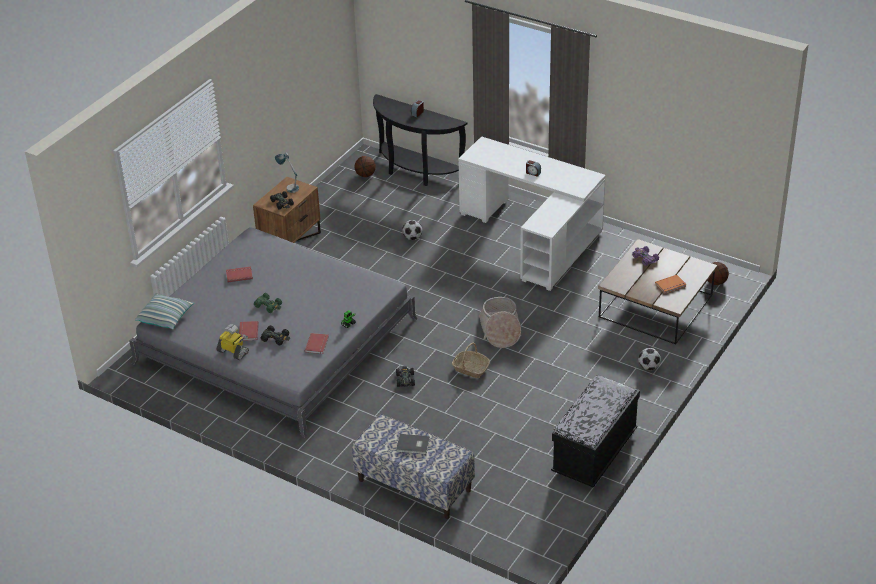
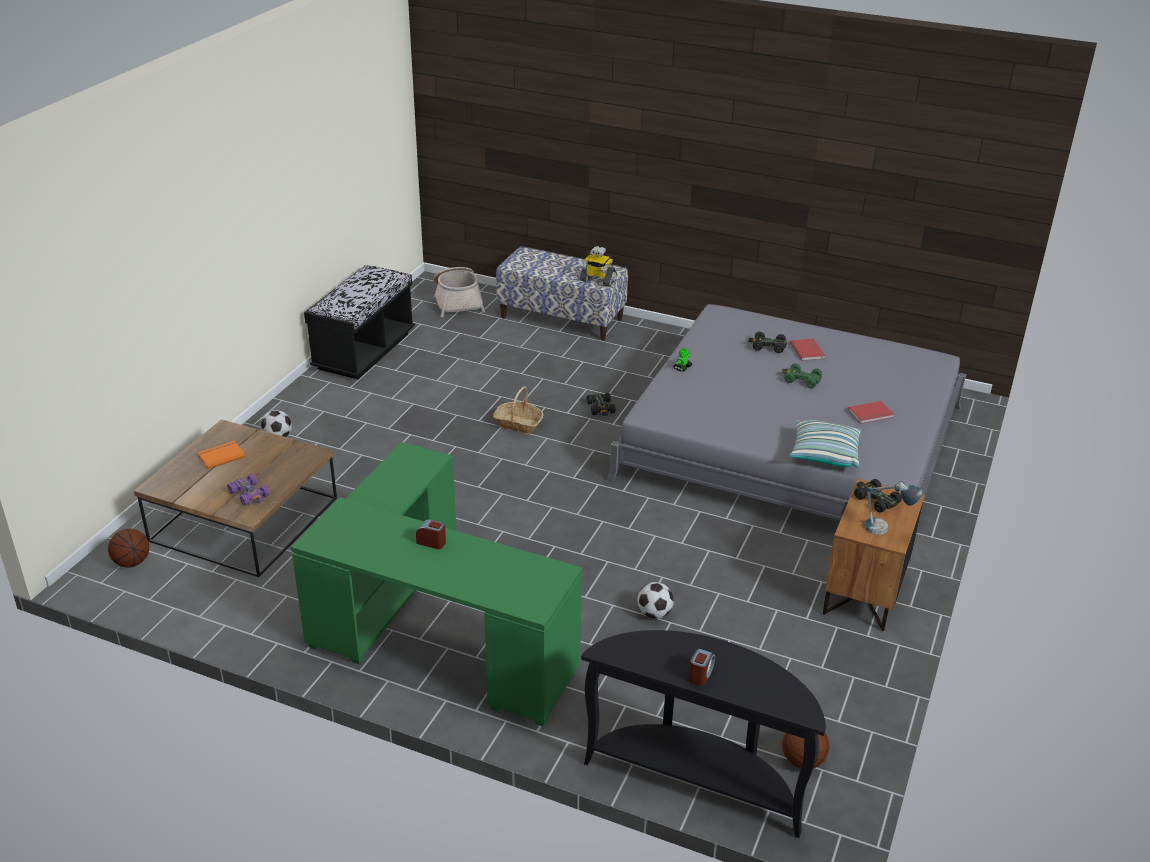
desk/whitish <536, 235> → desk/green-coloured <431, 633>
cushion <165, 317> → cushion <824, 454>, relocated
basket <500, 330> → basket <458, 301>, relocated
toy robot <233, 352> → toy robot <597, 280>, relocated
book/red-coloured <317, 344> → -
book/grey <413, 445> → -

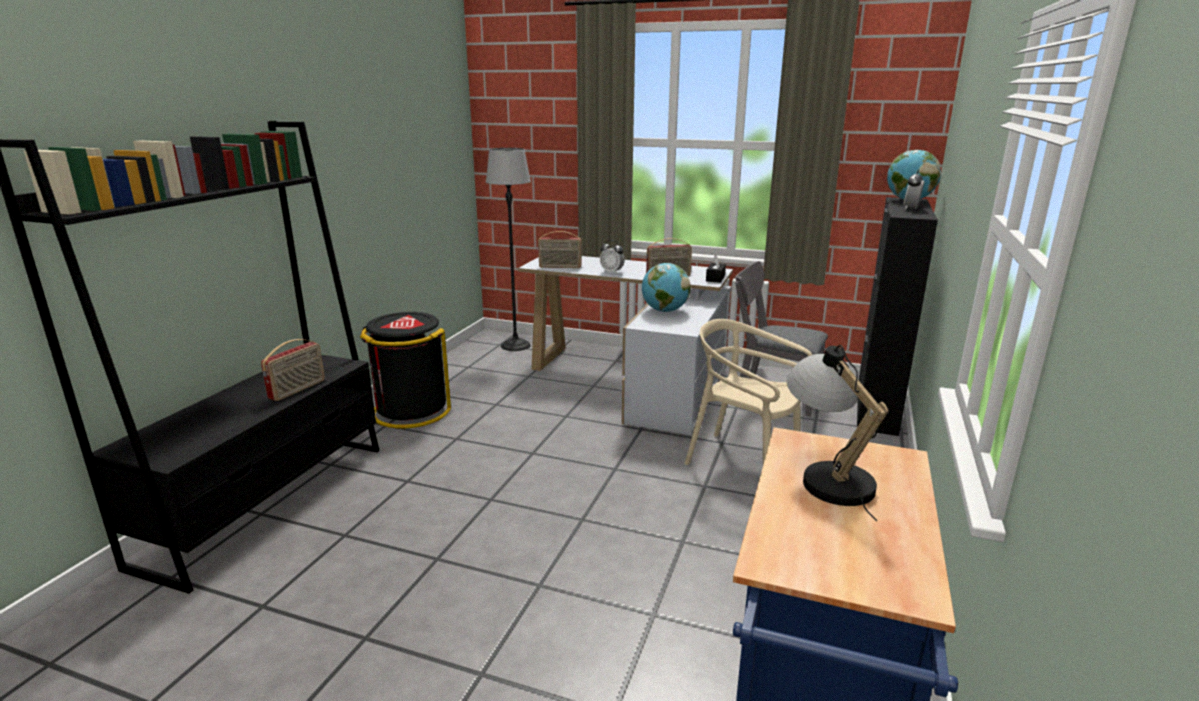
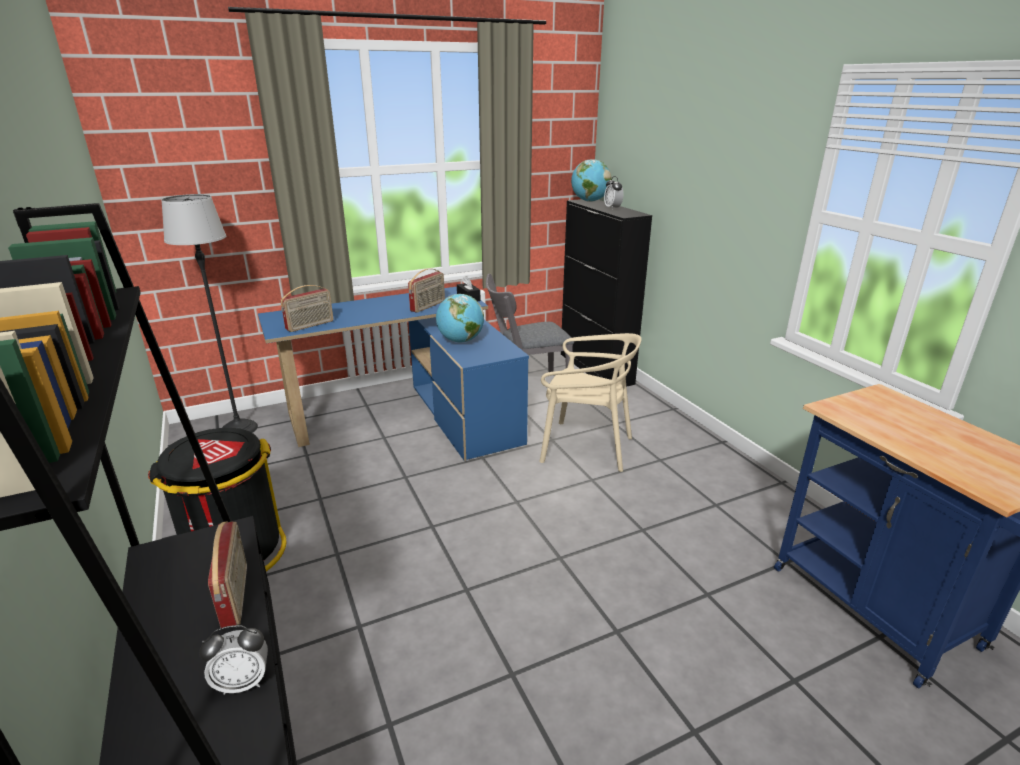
alarm clock <612, 272> → alarm clock <243, 682>, relocated
desk/whitish <635, 380> → desk/blue <411, 416>
plain chair/beige <743, 461> → plain chair/beige <586, 447>, 150 degrees counterclockwise
lamp for a table <827, 476> → -

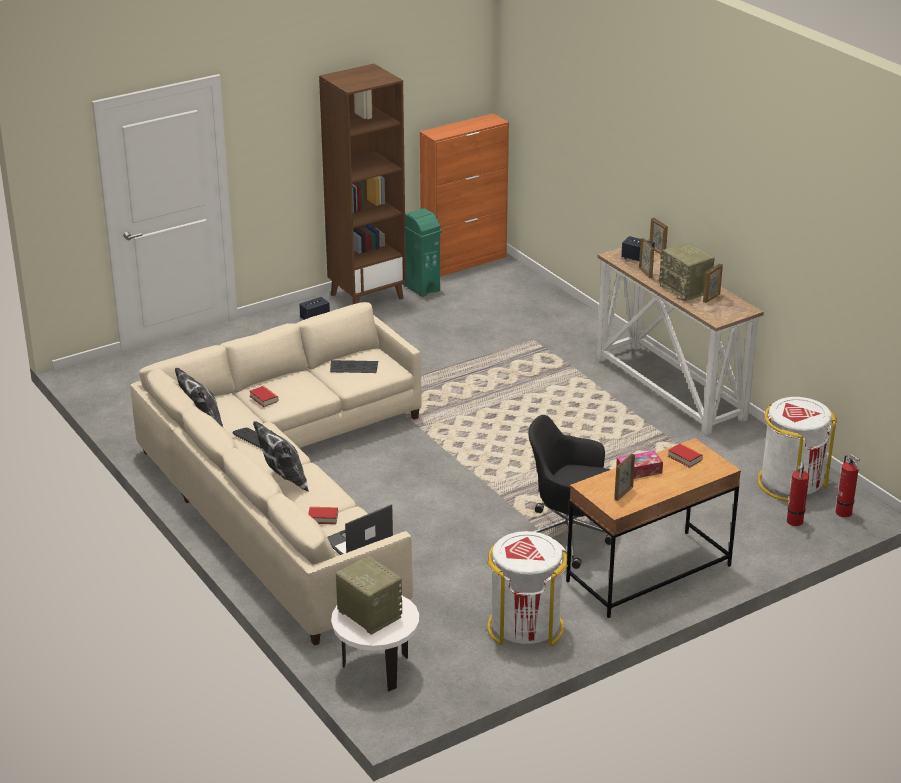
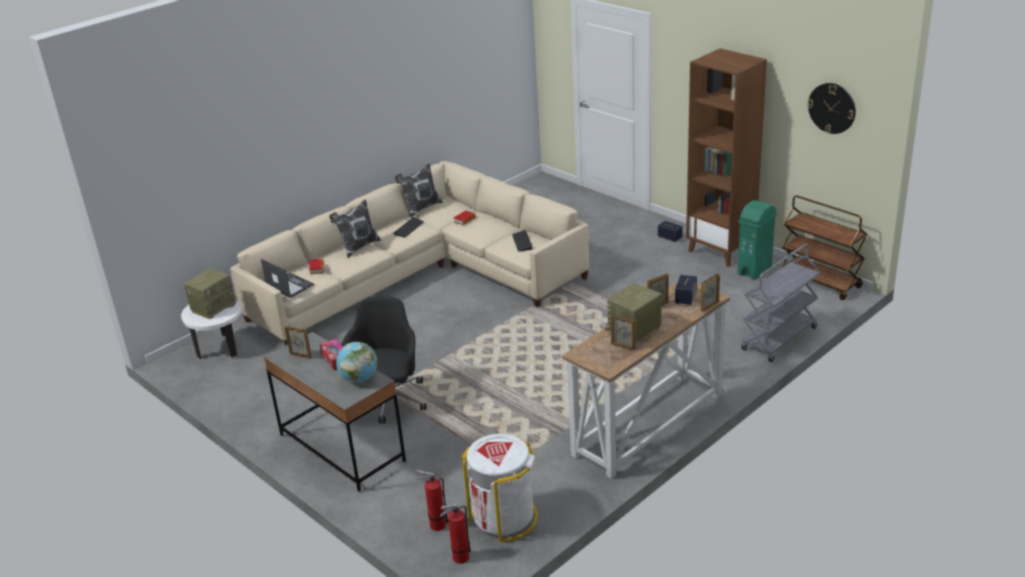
storage cabinet/orange <464, 262> → trolley/brownish <820, 282>
desk/brownish <648, 574> → desk/grey <341, 448>
book <685, 458> → world globe <359, 379>
rubbish bin/whitish <525, 627> → -
- → clock on the wall <832, 108>
- → trolley/grey <779, 339>

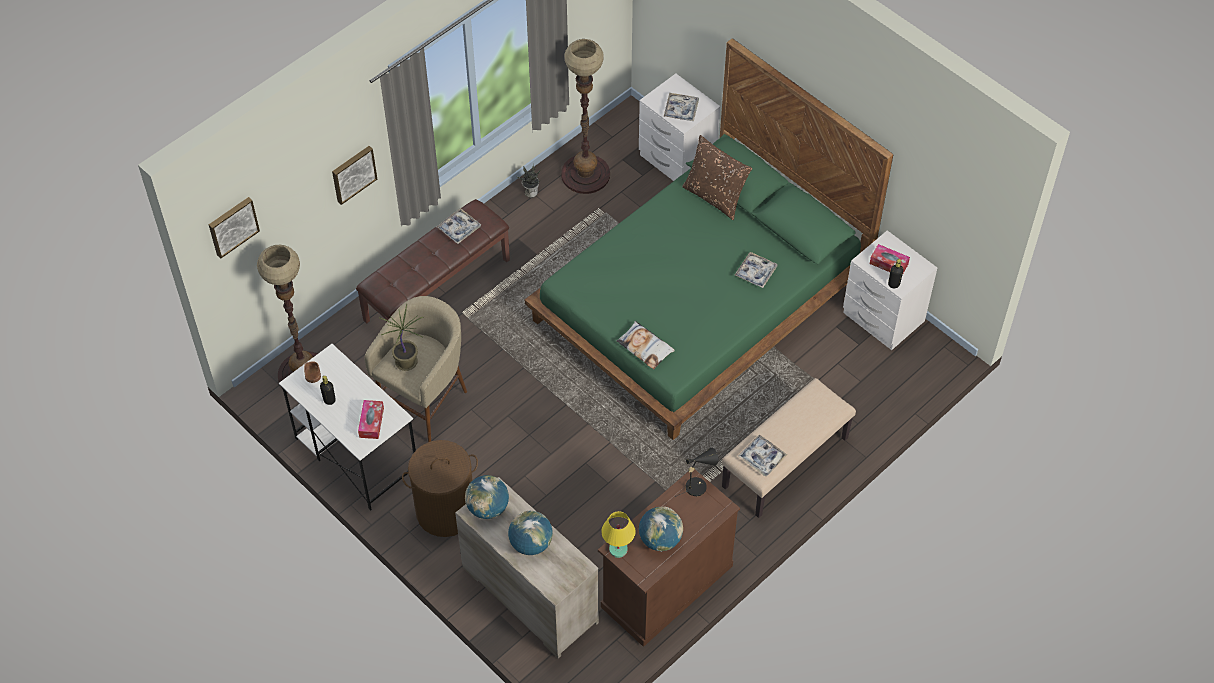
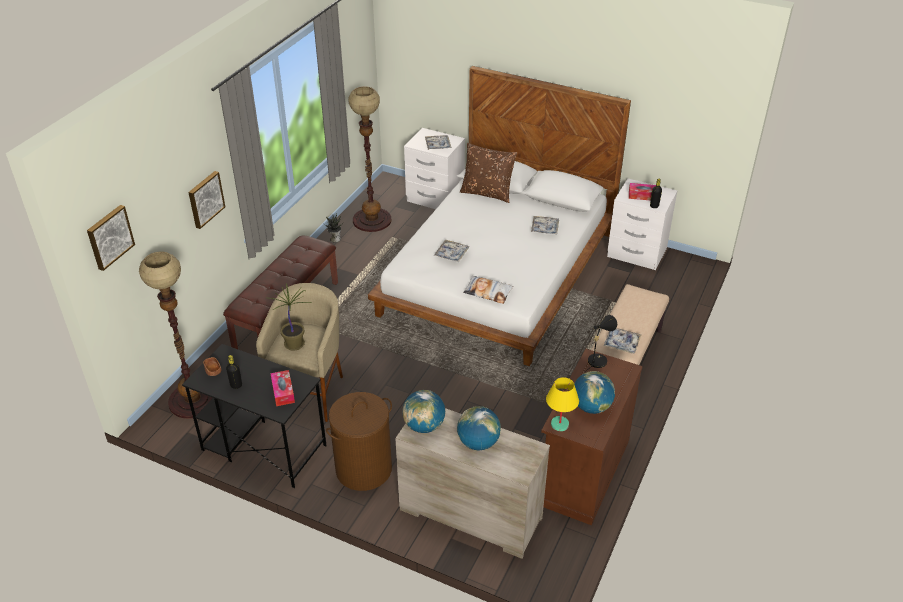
bedroom bed/green-coloured <700, 300> → bedroom bed/whitish <498, 273>
carrying tray <459, 229> → carrying tray <451, 254>, relocated
desk/whitish <356, 454> → desk/black-coloured <263, 447>

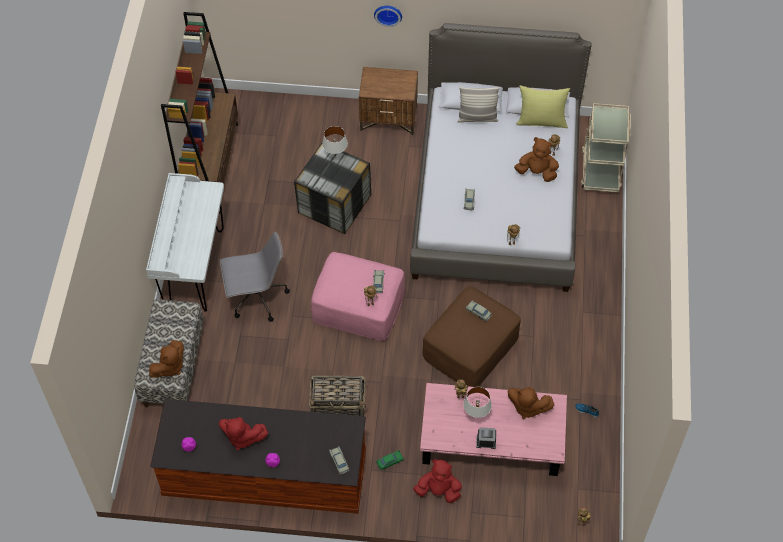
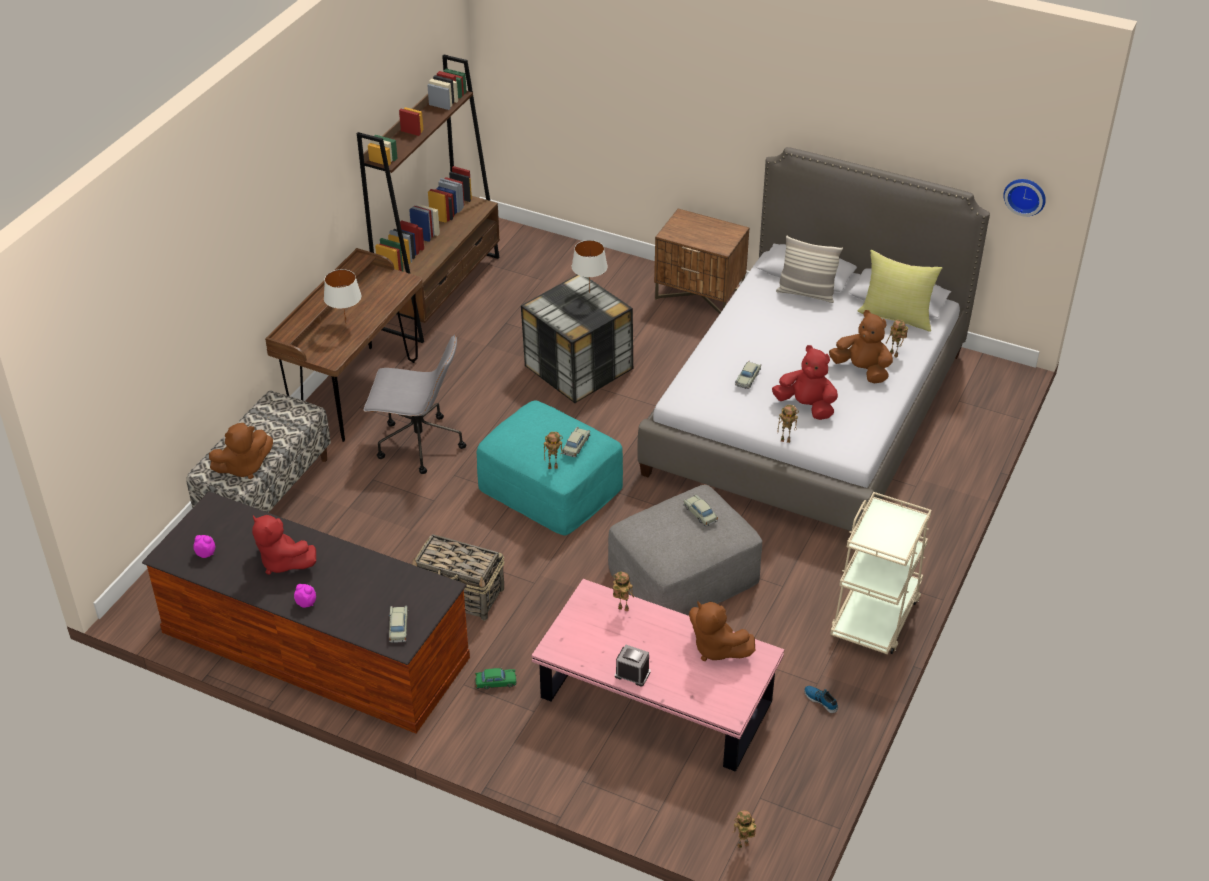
clock on the wall <388, 13> → clock on the wall <1025, 195>, relocated
trolley/beige <600, 169> → trolley/beige <875, 616>, relocated
desk/whitish <194, 269> → desk/brownish <356, 393>
ottoman/pink-coloured <358, 306> → ottoman/turquoise-coloured <549, 487>
ottoman/brownish <470, 347> → ottoman/grey <684, 575>
lamp for a table/whitish <476, 417> → lamp for a table/whitish <345, 324>, relocated
cuddly toy/red-coloured <438, 491> → cuddly toy/red-coloured <806, 406>, relocated

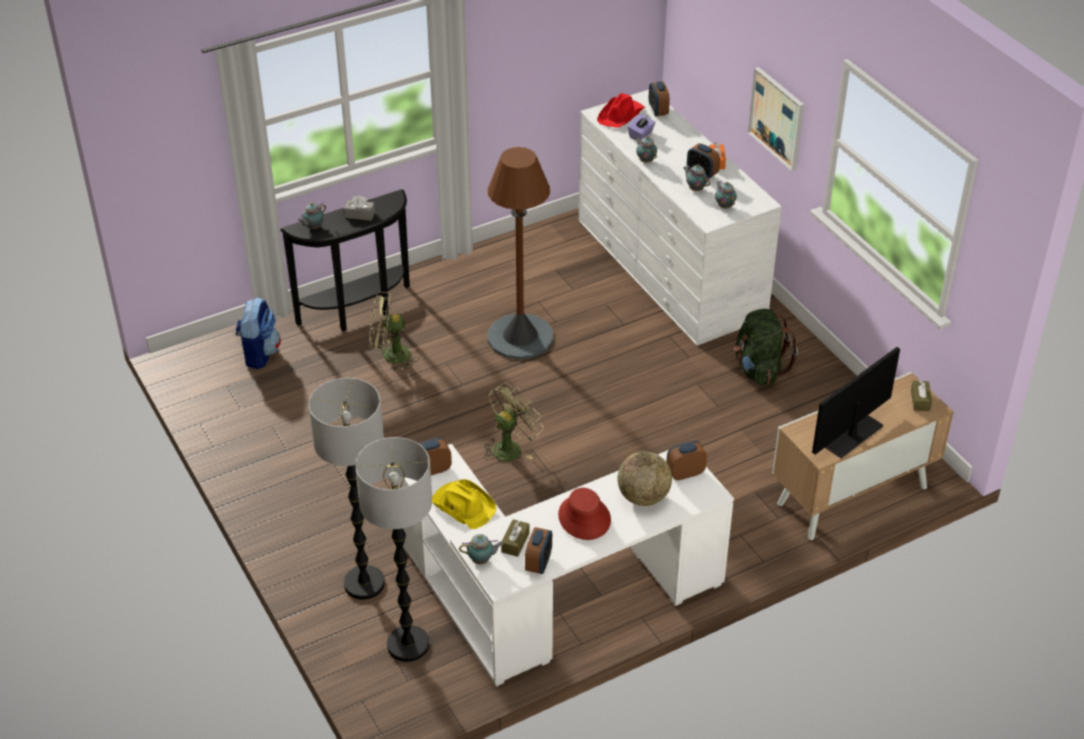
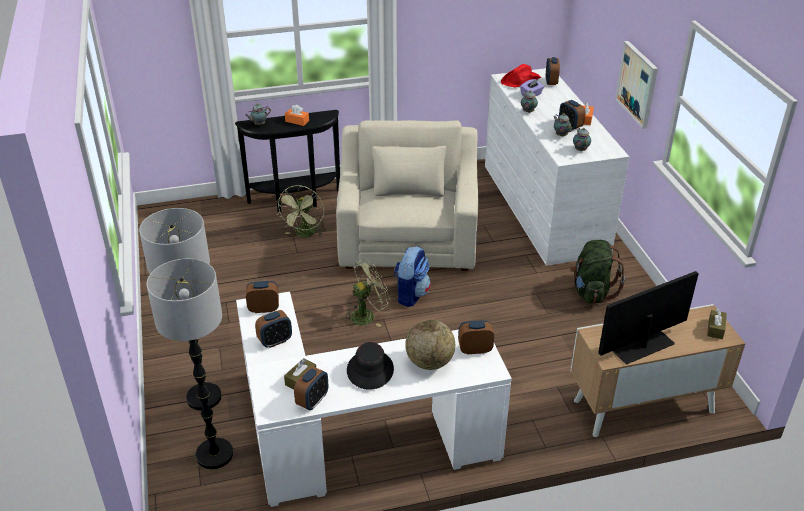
standard lamp/brownish <520, 337> → armchair/beige <408, 237>
box of tissues/grey <360, 215> → box of tissues/orange <297, 121>
cooling fan/green-coloured <390, 356> → cooling fan/green-coloured <304, 234>, 90 degrees counterclockwise
rucksack <259, 354> → rucksack <411, 294>, relocated
hat/yellow-coloured <463, 505> → alarm clock <275, 341>
hat/red-coloured <584, 518> → hat/black-coloured <370, 370>
teapot <482, 560> → -

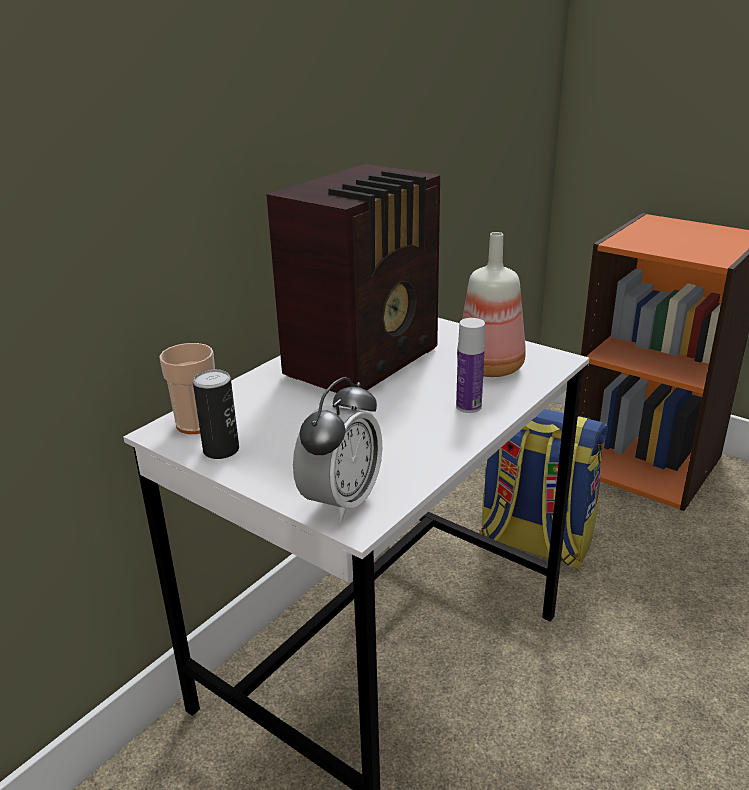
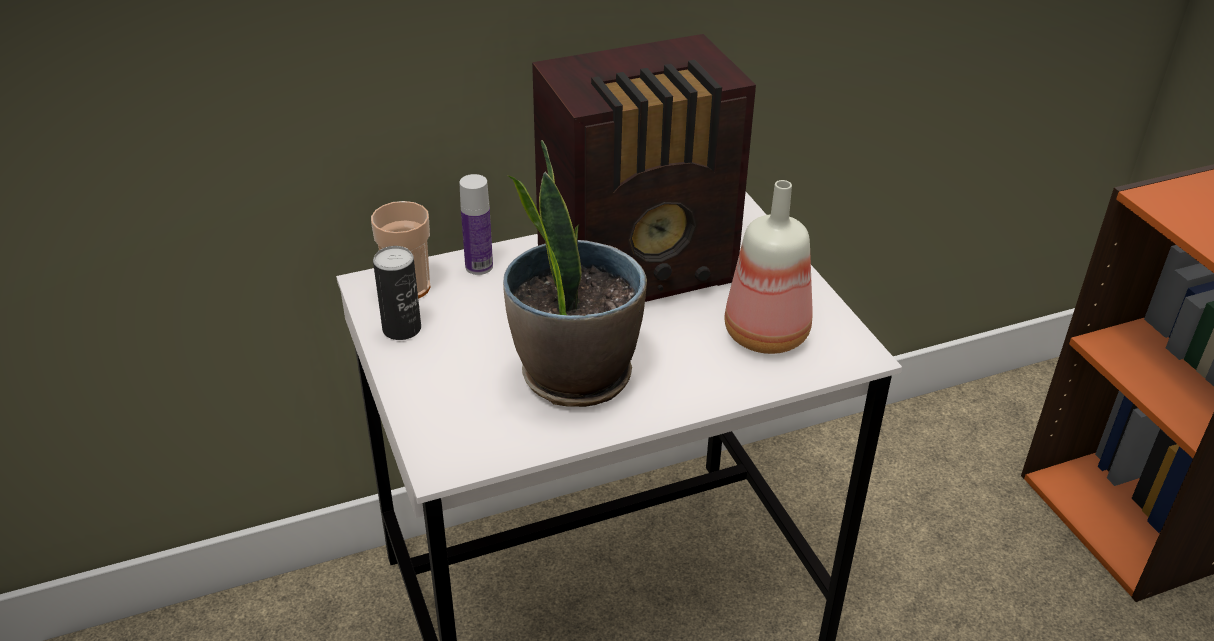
drink bottle <468, 406> → drink bottle <479, 266>, relocated
alarm clock <341, 501> → -
rucksack <534, 542> → -
- → potted plant <574, 374>

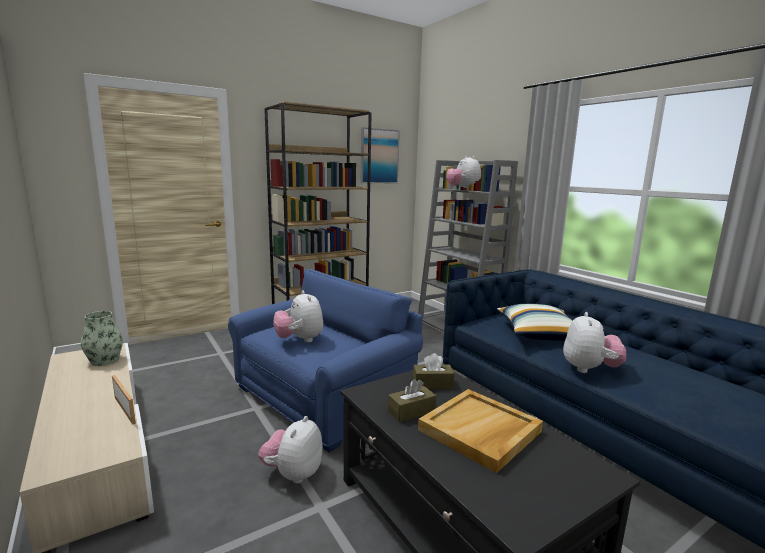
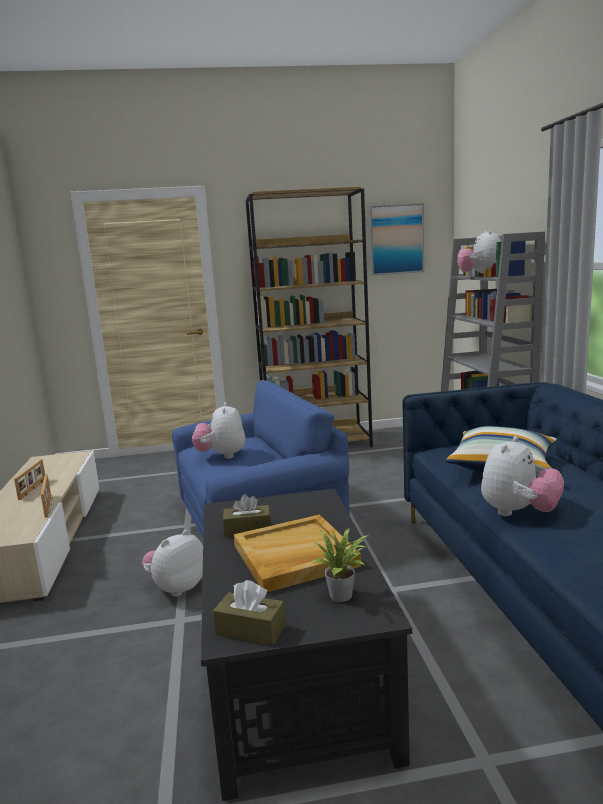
flower vase <104, 360> → -
box of tissues/brownish <432, 384> → box of tissues/brownish <250, 630>, relocated
- → standing frame <33, 489>
- → potted plant <344, 595>

